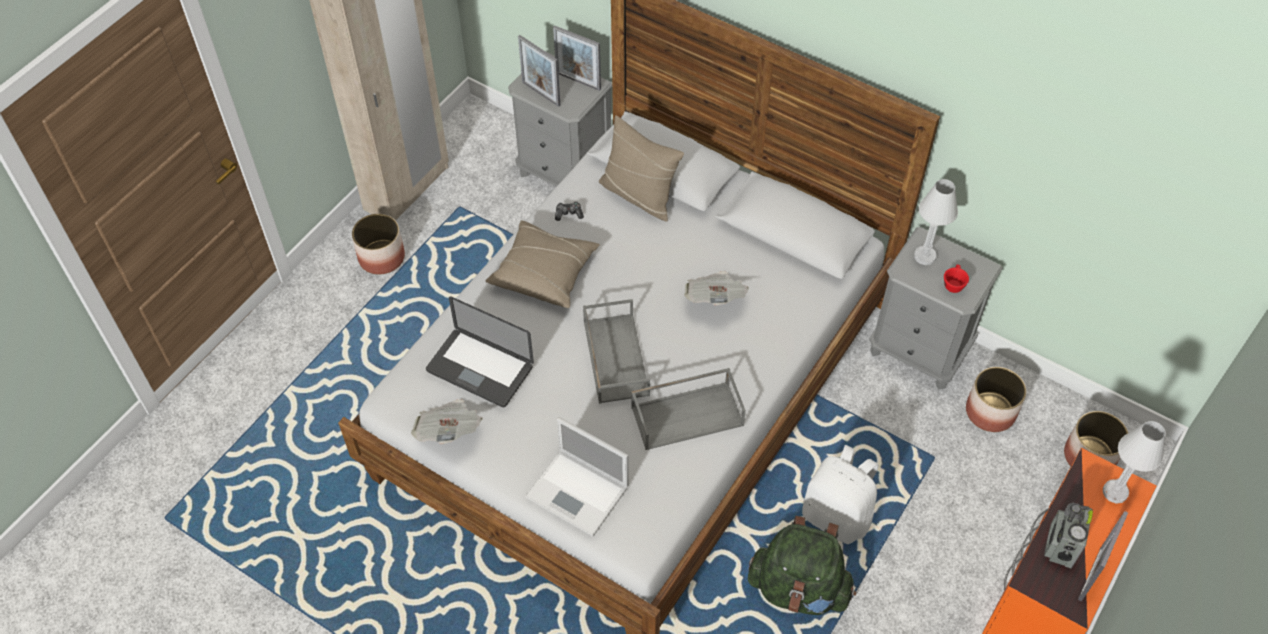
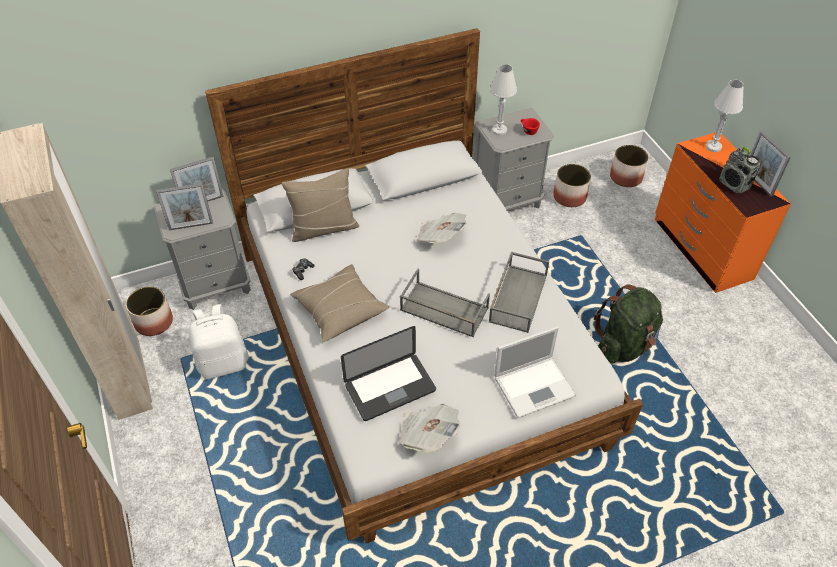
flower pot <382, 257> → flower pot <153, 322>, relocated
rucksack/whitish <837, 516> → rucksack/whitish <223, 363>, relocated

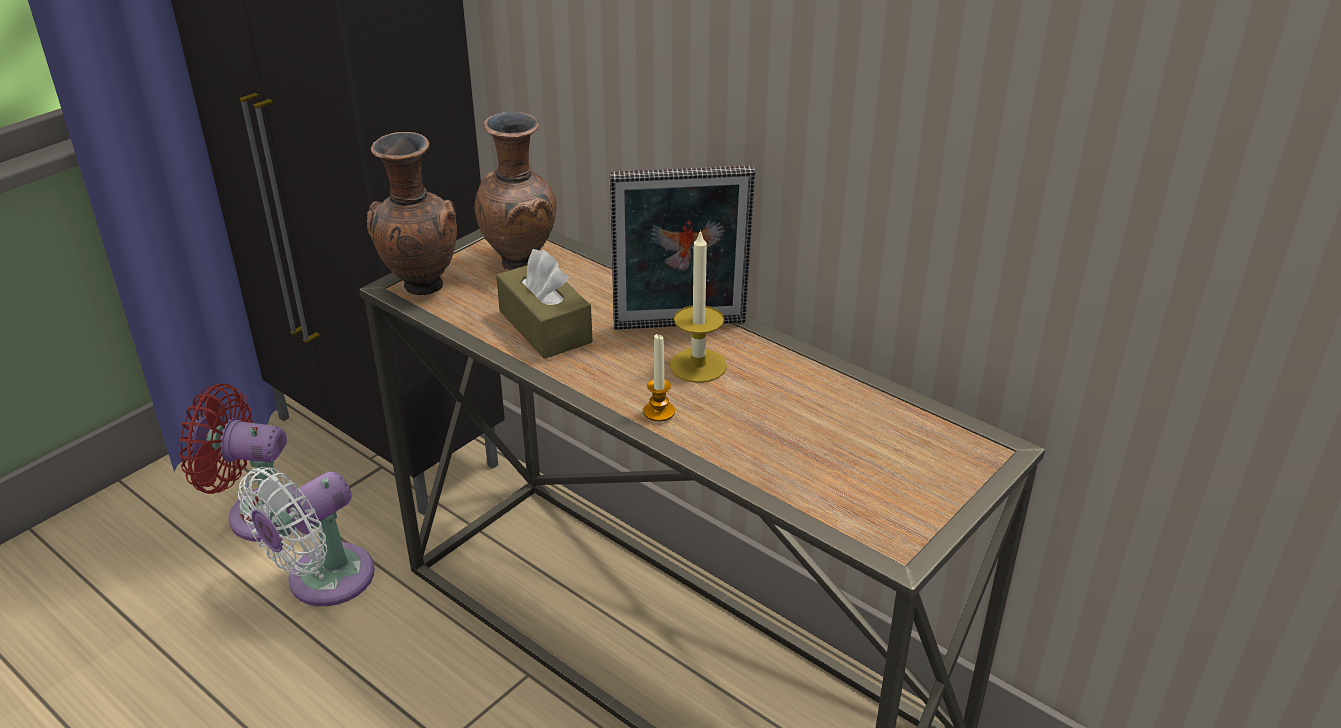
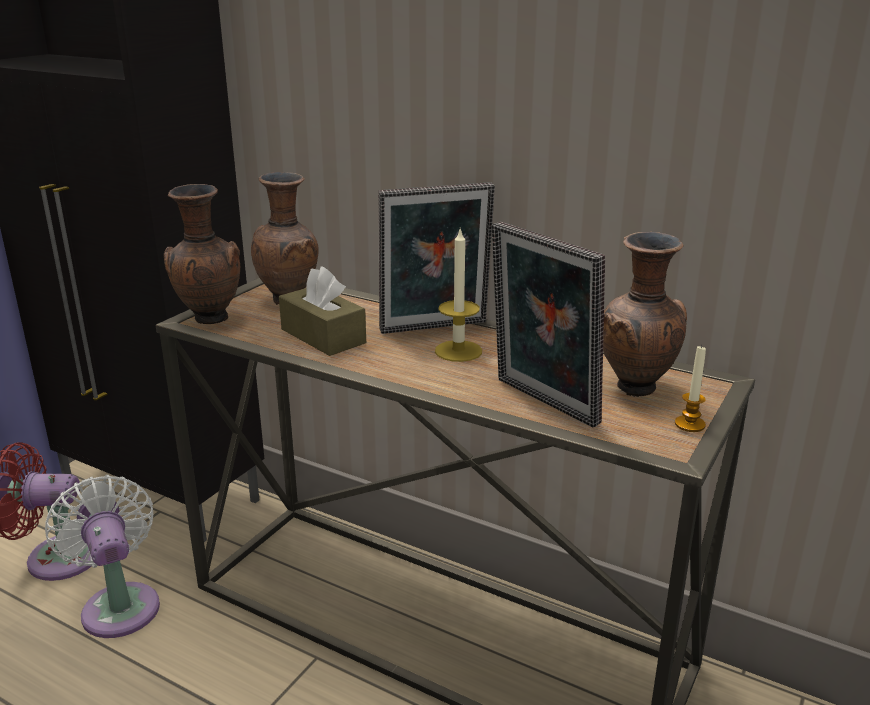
wax light <659, 412> → wax light <689, 424>, relocated
cooling fan/whitish <323, 581> → cooling fan/whitish <119, 605>, 120 degrees clockwise
- → standing frame <541, 403>
- → flower vase/brownish <636, 390>

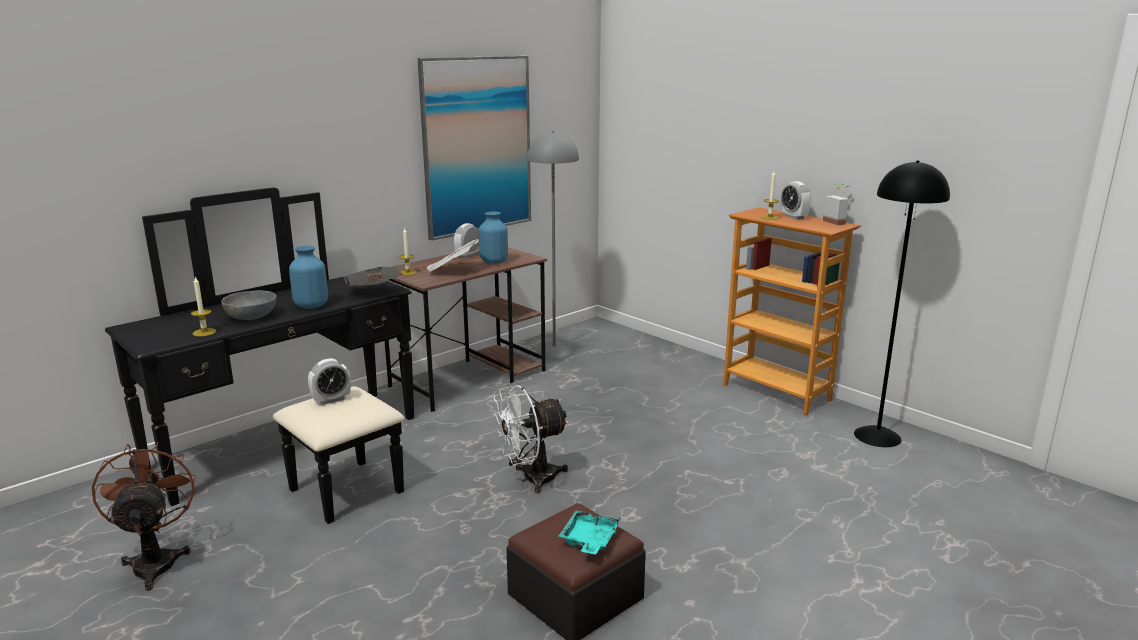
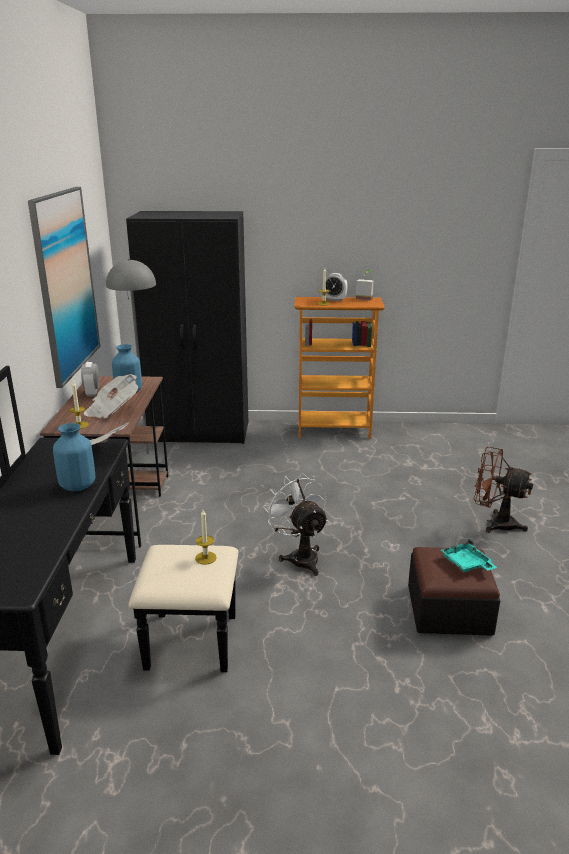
standard lamp/black-coloured <878, 436> → -
wax light <204, 332> → wax light <205, 558>, relocated
bowl/grey <252, 317> → -
alarm clock <331, 400> → -
cooling fan/whitish <531, 479> → cooling fan/whitish <300, 556>, 135 degrees clockwise
cooling fan/brownish <156, 560> → cooling fan/brownish <494, 523>, relocated
- → armoire/black-coloured <200, 432>

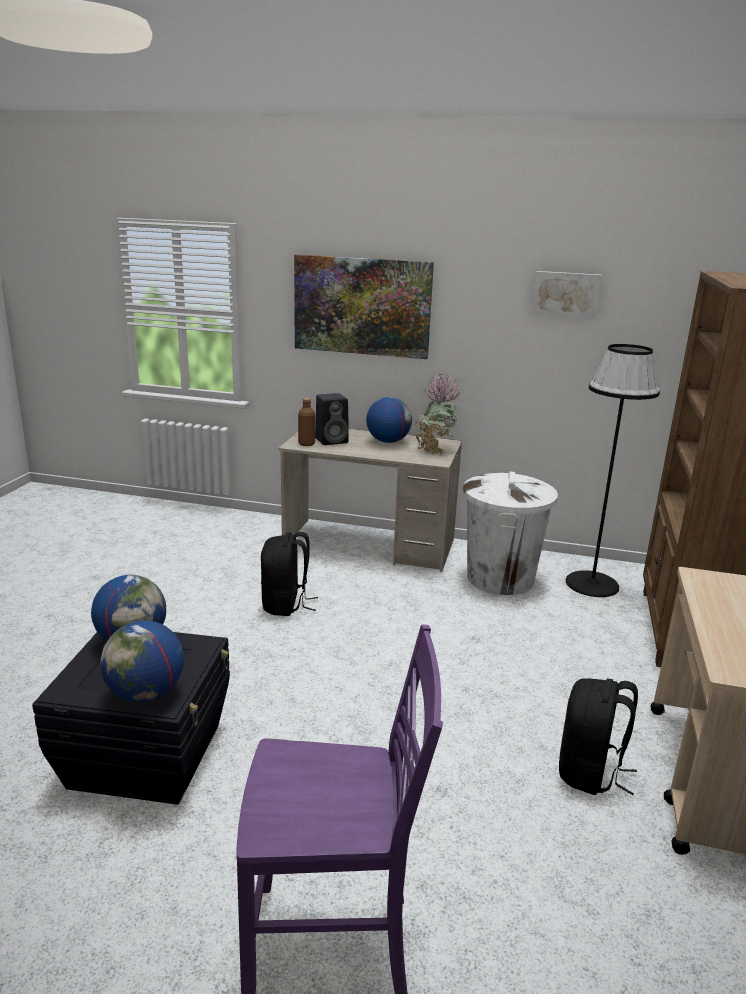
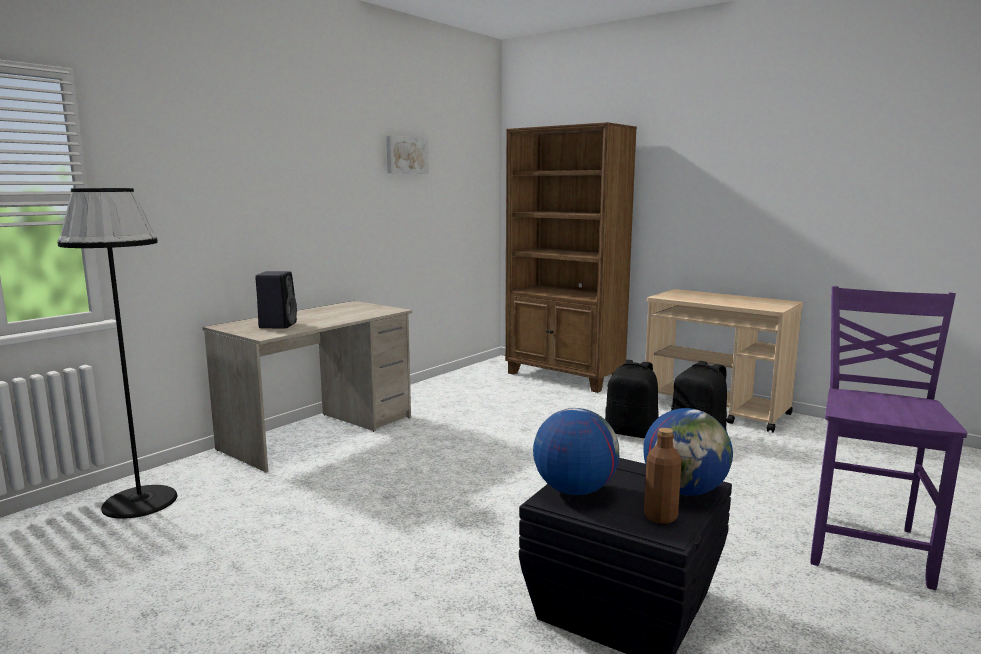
wall picture <362, 306> → -
standard lamp/black-coloured <592, 584> → standard lamp/black-coloured <140, 501>, relocated
potted plant <434, 450> → -
world globe <388, 441> → -
drink bottle/brownish <306, 444> → drink bottle/brownish <660, 517>, relocated
rubbish bin/whitish <500, 578> → -
rucksack/black-coloured <286, 605> → rucksack/black-coloured <631, 432>, relocated

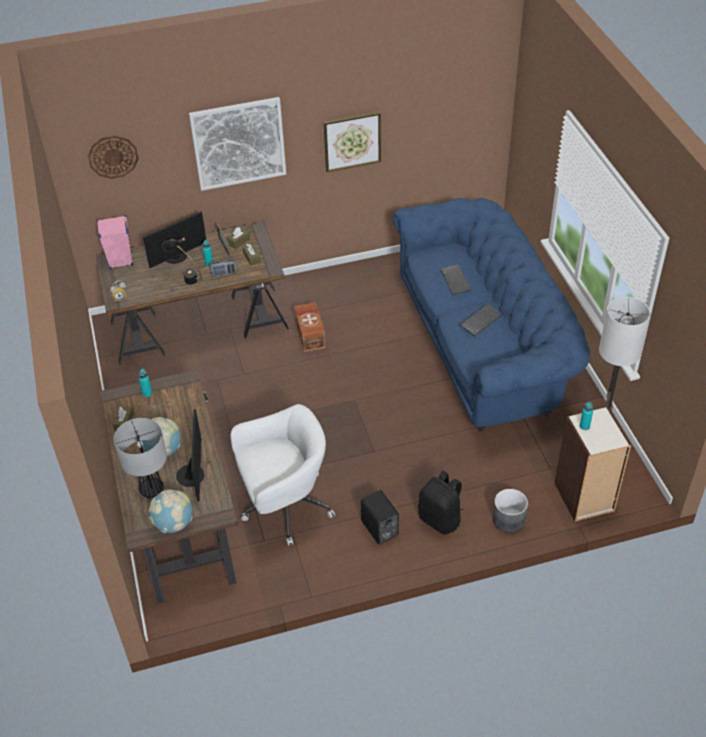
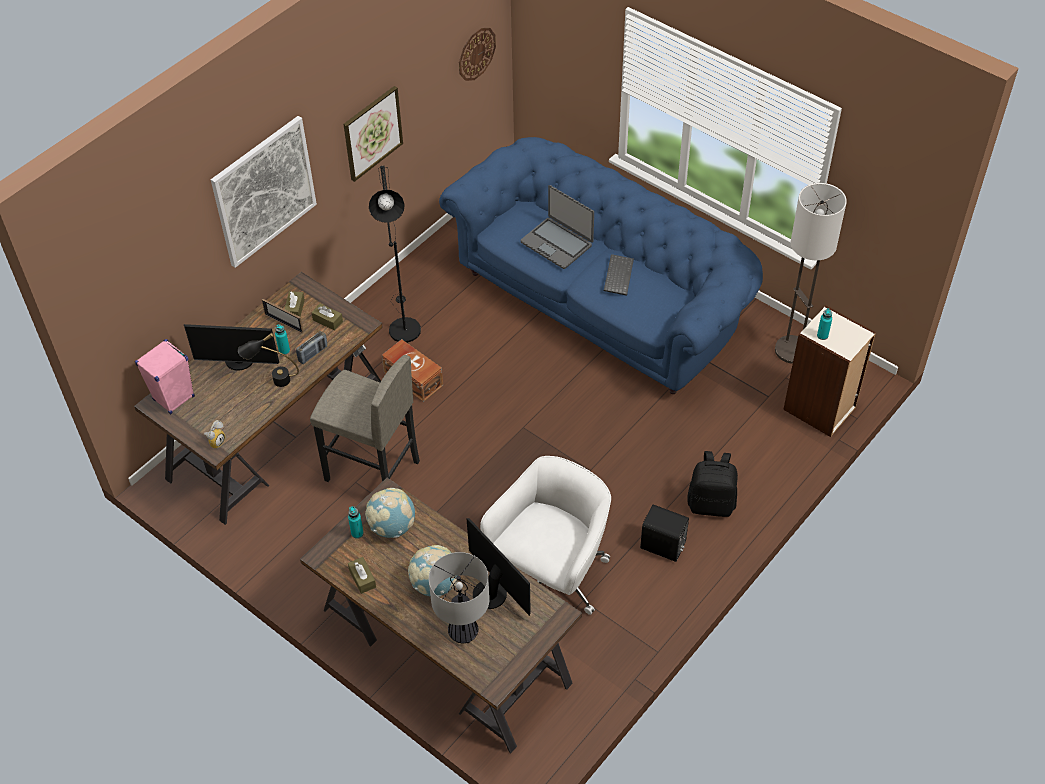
clock on the wall <113, 156> → clock on the wall <476, 53>, relocated
computer display <177, 257> → computer display <239, 361>, 75 degrees clockwise
computer keyboard <456, 280> → laptop <557, 243>
world globe <174, 524> → world globe <392, 526>, relocated
flower pot/grey <508, 519> → -
- → standard lamp/black-coloured <403, 325>
- → stool/grey <372, 471>

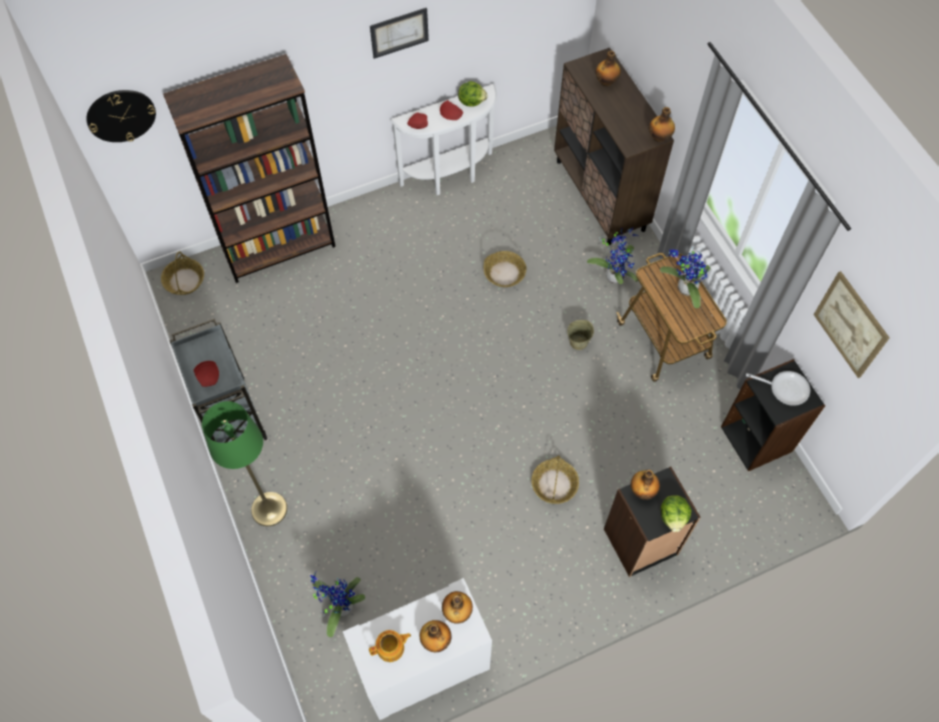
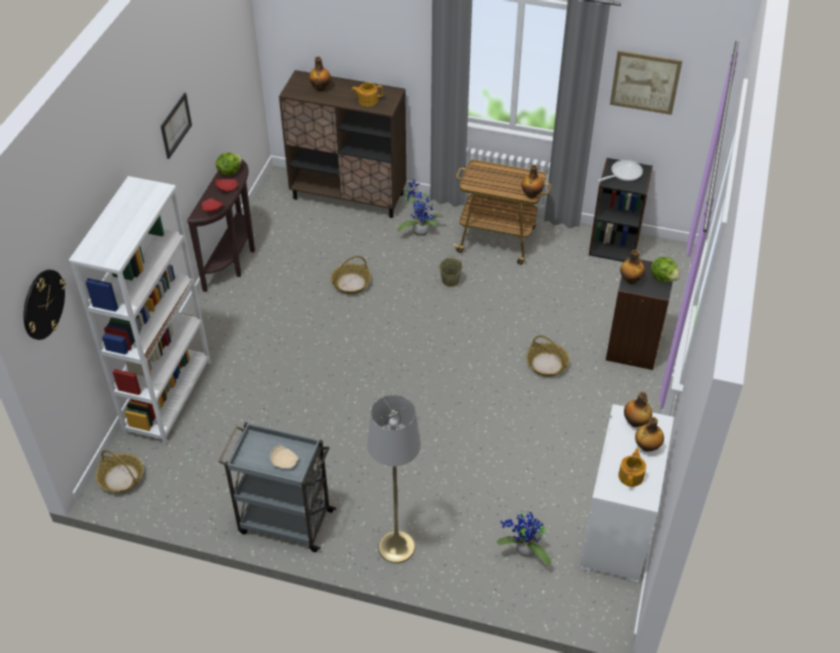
bookshelf/brownish <279, 248> → bookshelf/whitish <168, 397>
narrow table/whitish <450, 177> → narrow table/brownish <234, 260>
drink bottle <659, 137> → drink bottle <531, 194>, relocated
potted plant <684, 289> → -
plate/red-coloured <209, 376> → plate/beige <284, 461>
standard lamp/green-coloured <269, 509> → standard lamp/grey <396, 547>
- → teapot <367, 100>

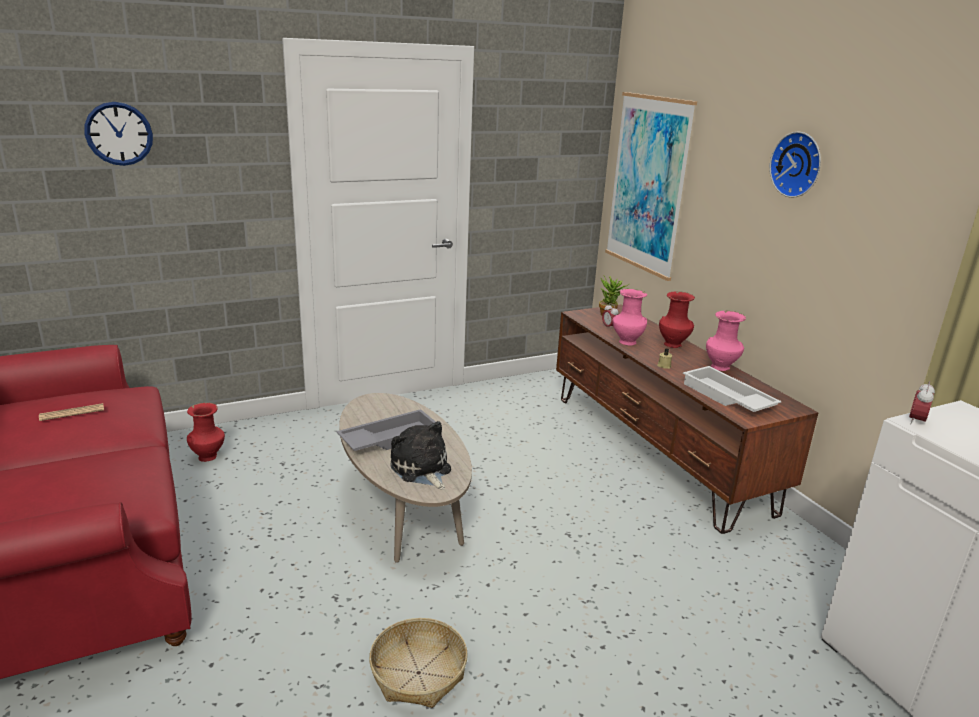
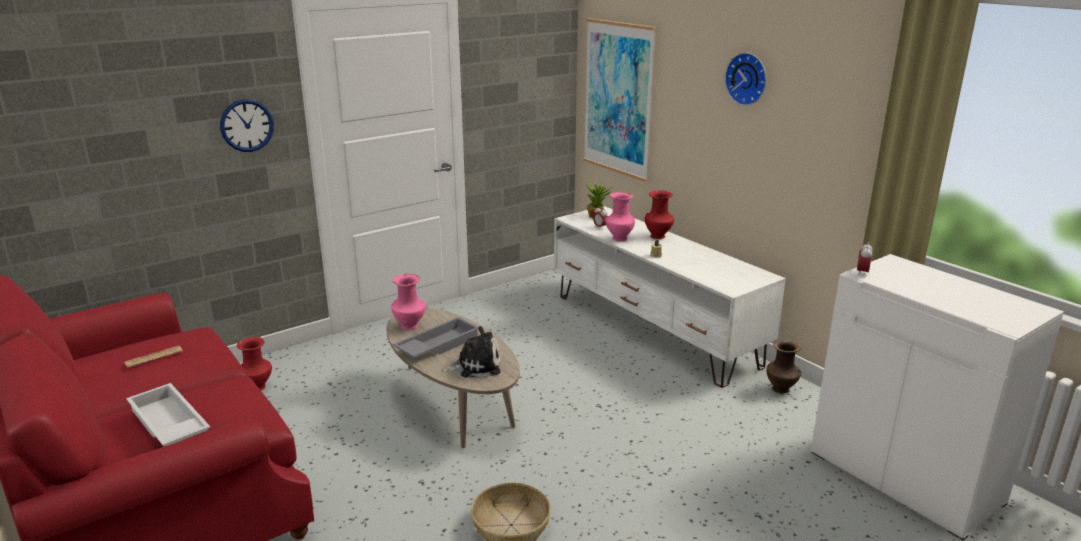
clock on the wall <119, 134> → clock on the wall <247, 125>, relocated
tv stand/brownish <657, 451> → tv stand/whitish <654, 330>
flower vase/pink-coloured <721, 367> → flower vase/pink-coloured <410, 326>, relocated
carrying tray/whitish <726, 397> → carrying tray/whitish <167, 424>, relocated
cuddly toy <421, 469> → cuddly toy <476, 366>, 120 degrees clockwise
- → flower vase/brownish <781, 389>

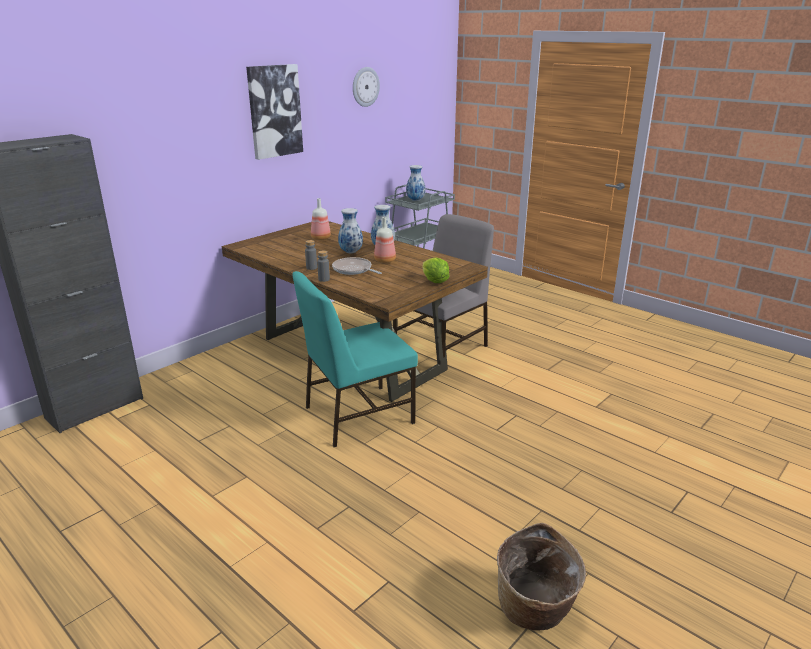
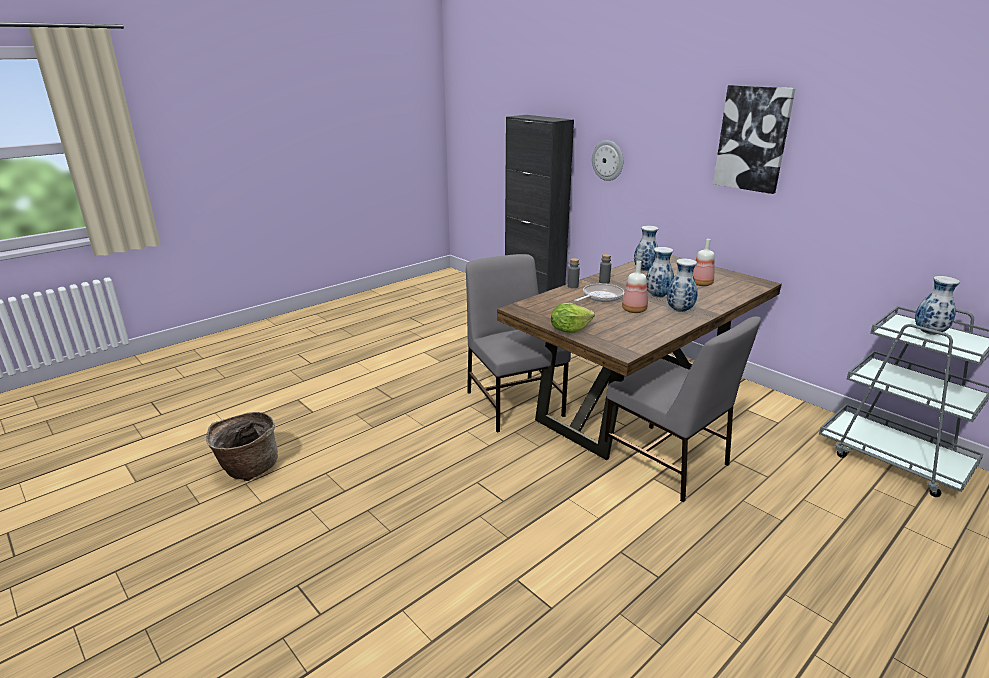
clock on the wall <365, 86> → clock on the wall <608, 160>, relocated
plain chair/turquoise-coloured <356, 415> → plain chair/grey <514, 402>
- → flower vase <645, 270>

